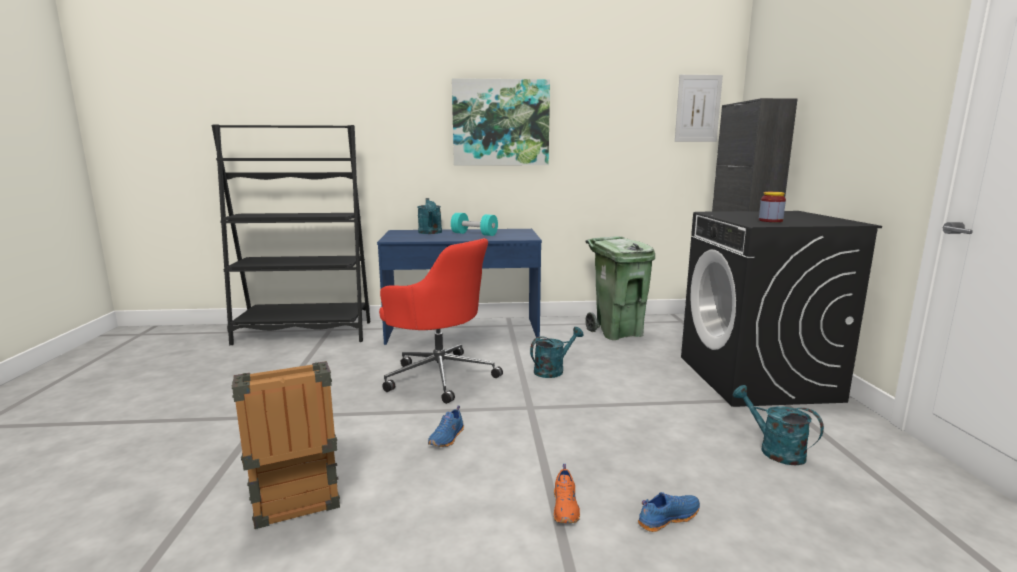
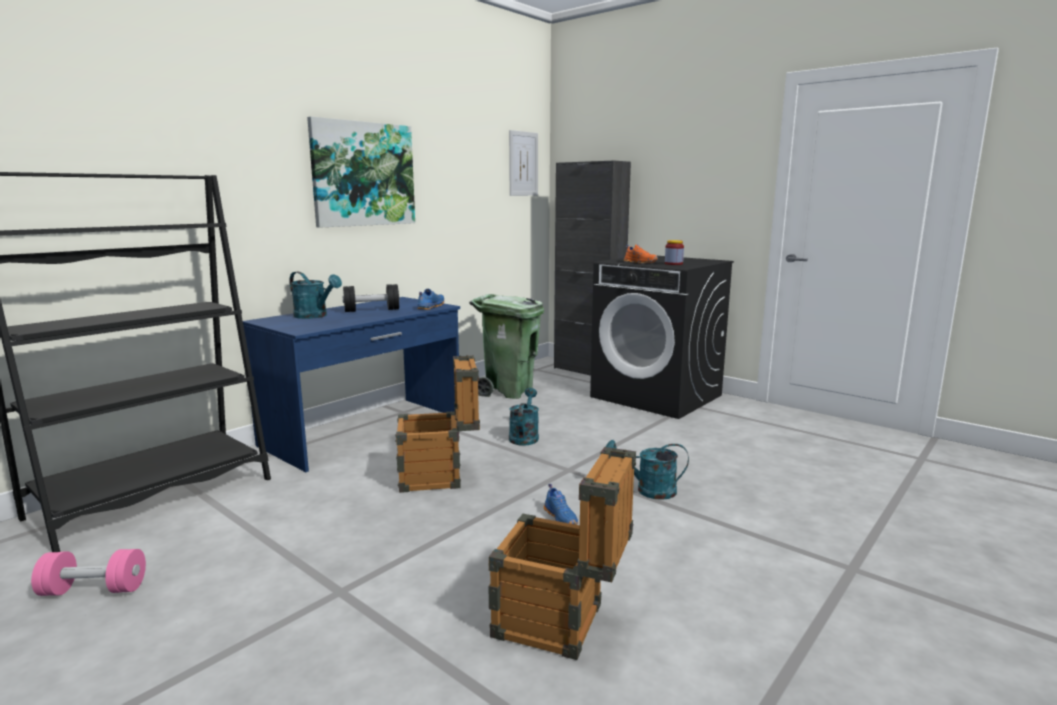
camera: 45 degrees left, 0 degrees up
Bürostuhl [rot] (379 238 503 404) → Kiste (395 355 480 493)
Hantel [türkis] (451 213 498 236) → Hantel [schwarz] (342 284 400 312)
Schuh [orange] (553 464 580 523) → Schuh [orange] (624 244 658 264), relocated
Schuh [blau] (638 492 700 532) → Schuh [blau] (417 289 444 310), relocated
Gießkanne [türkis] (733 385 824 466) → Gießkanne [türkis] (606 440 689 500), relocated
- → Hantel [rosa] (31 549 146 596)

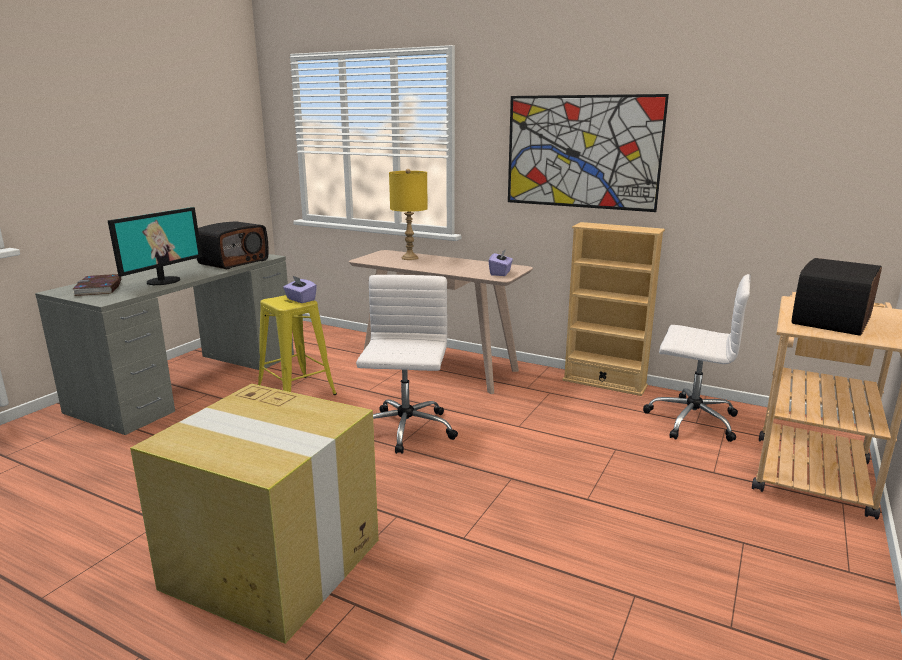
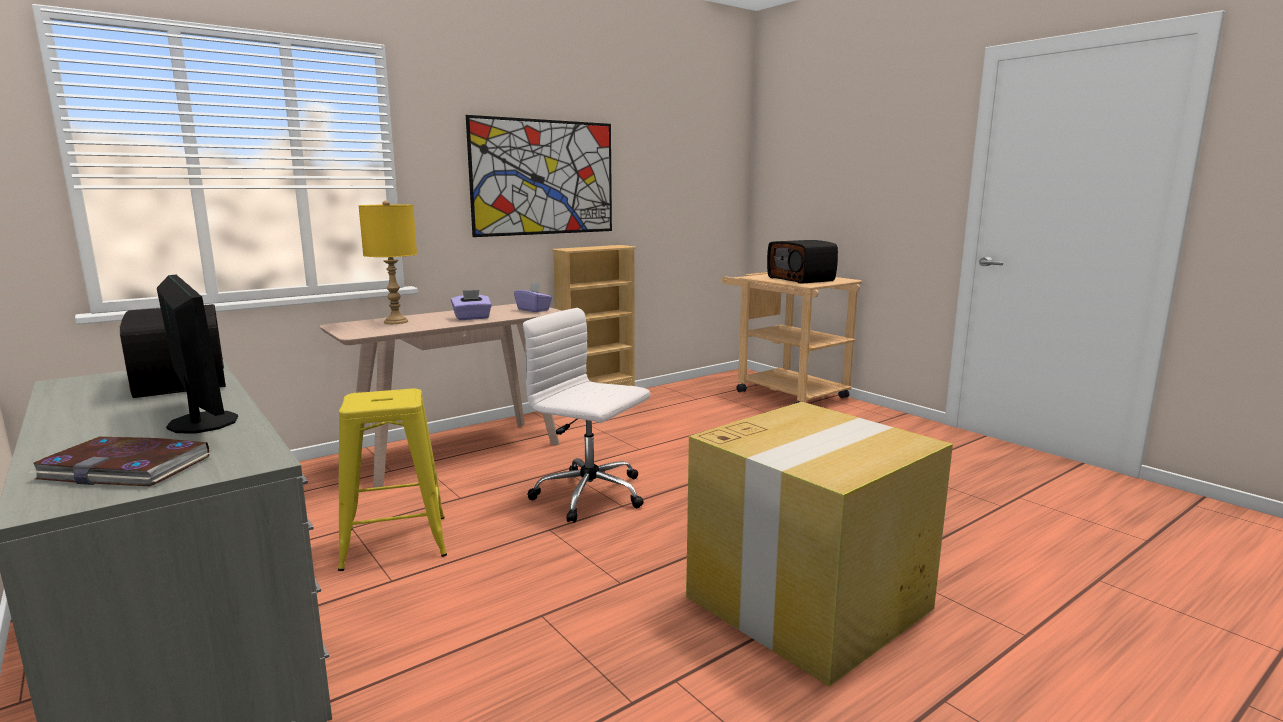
camera: 65 degrees left, 5 degrees down
Taschentuchbox [lila] (283 275 317 303) → Taschentuchbox [lila] (451 290 492 320), relocated
Bürostuhl [weiß] (643 274 751 442) → -

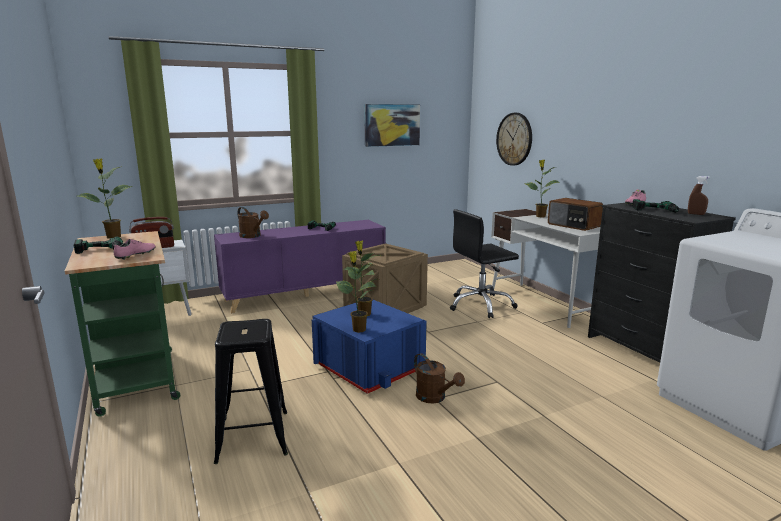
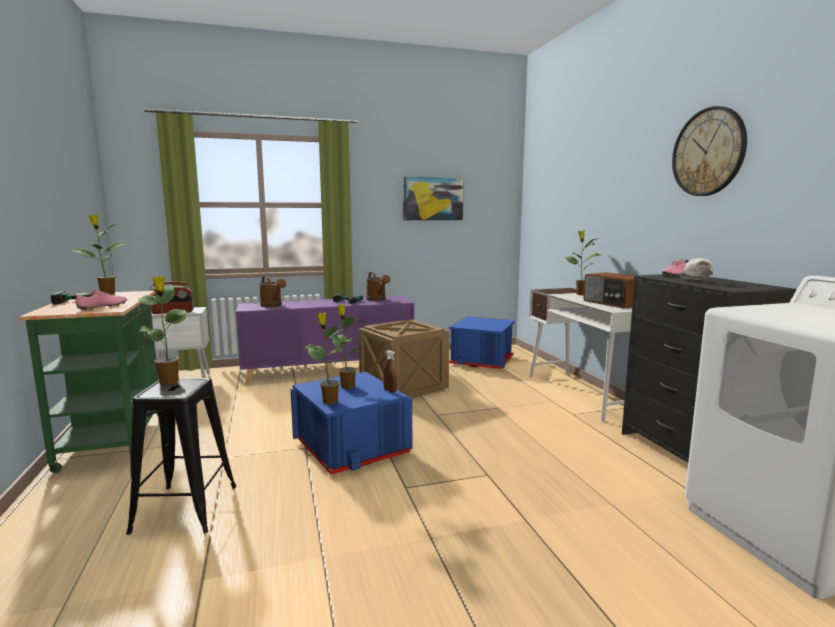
camera: 10 degrees right, 5 degrees down
Gießkanne [braun] (414 353 465 403) → Gießkanne [braun] (366 272 390 301), relocated
Bürostuhl [schwarz] (450 209 519 318) → -
Wanduhr (496 113 532 166) → Wanduhr (672 106 747 196), relocated
Bohrmaschine (632 199 679 213) → Kappe [weiß] (680 258 713 280)
Sprühflasche [braun] (688 176 710 215) → Sprühflasche [braun] (383 350 397 393), relocated
- → Topfpflanze (137 276 187 385)
- → Aufbewahrungsbox [blau] (449 317 515 369)

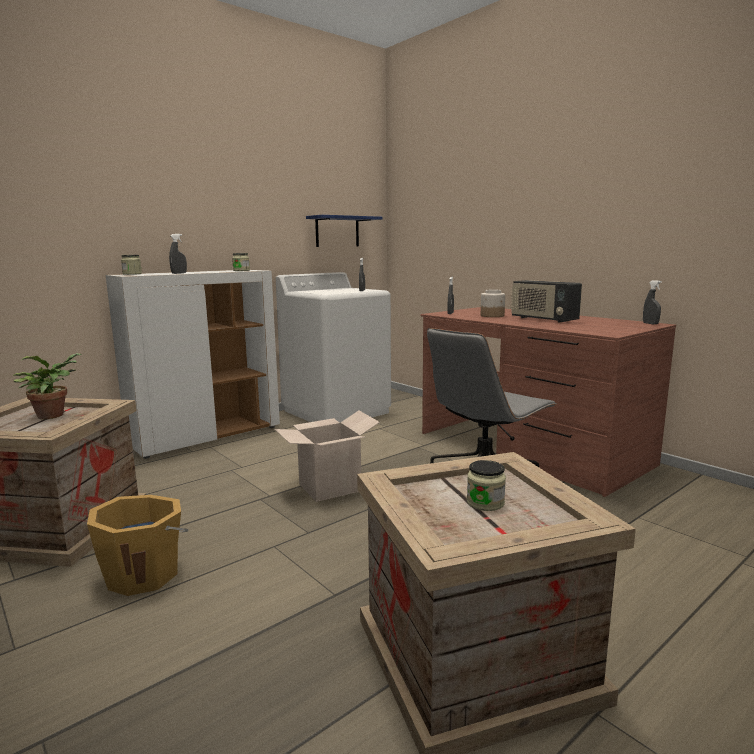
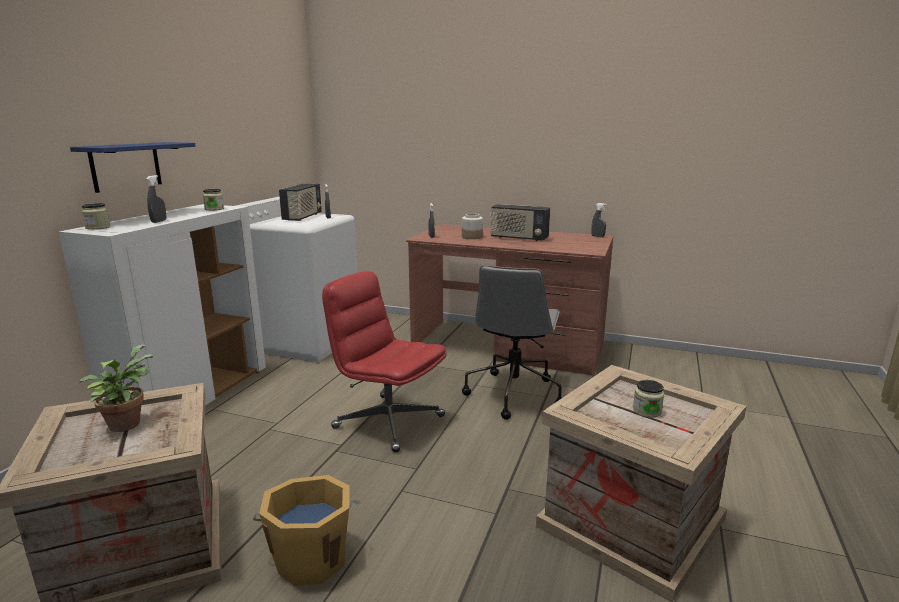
camera: 30 degrees left, 5 degrees up
Karton (274 411 380 502) → Bürostuhl [rot] (322 271 447 453)
Wandregal [blau] (306 215 383 247) → Wandregal [blau] (70 142 196 193), relocated
- → Radio (279 184 322 221)

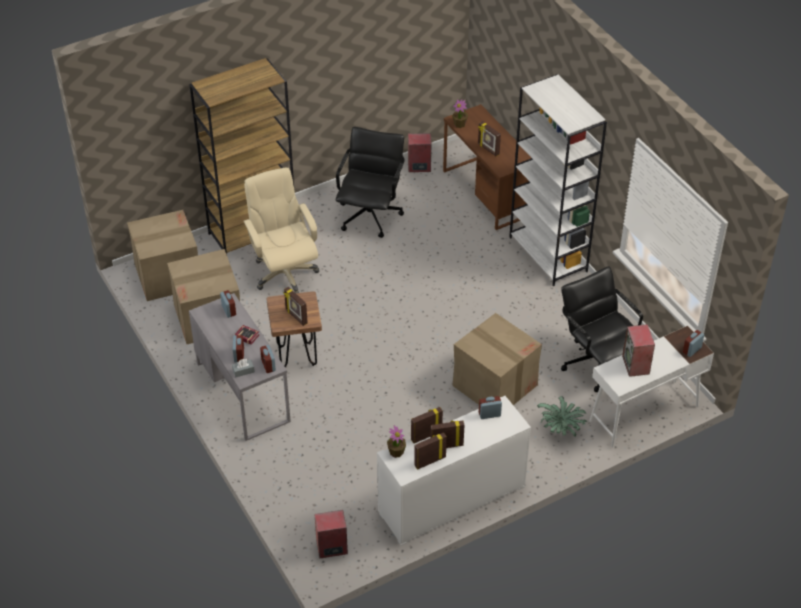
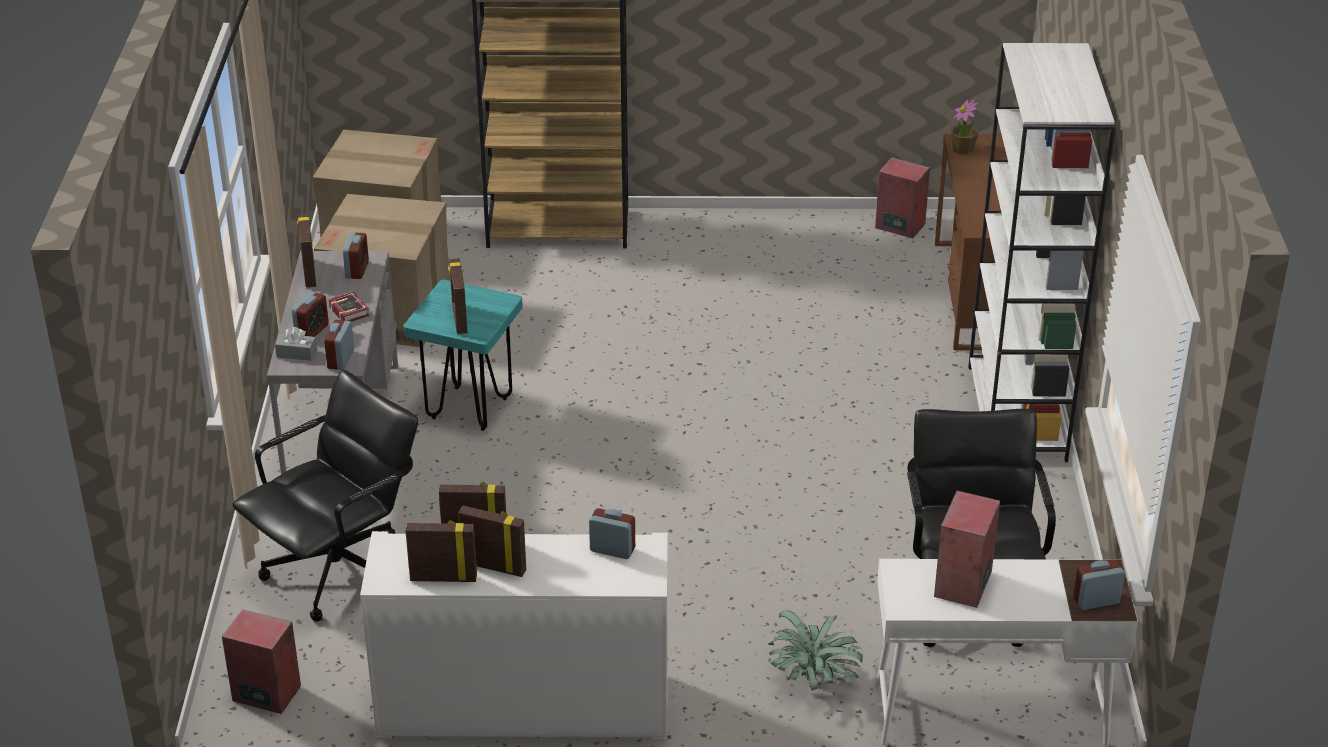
camera: 30 degrees right, 10 degrees down
Bürostuhl [beige] (244 168 319 293) → -
Hocker [braun] (266 291 322 367) → Hocker [türkis] (403 280 523 431)
Bürostuhl [schwarz] (336 127 405 238) → Bürostuhl [schwarz] (232 370 418 622), relocated
Topfpflanze (387 425 406 458) → -
Karton (453 313 542 405) → -
Bilderrahmen (478 121 501 156) → Bilderrahmen (297 213 316 288), relocated

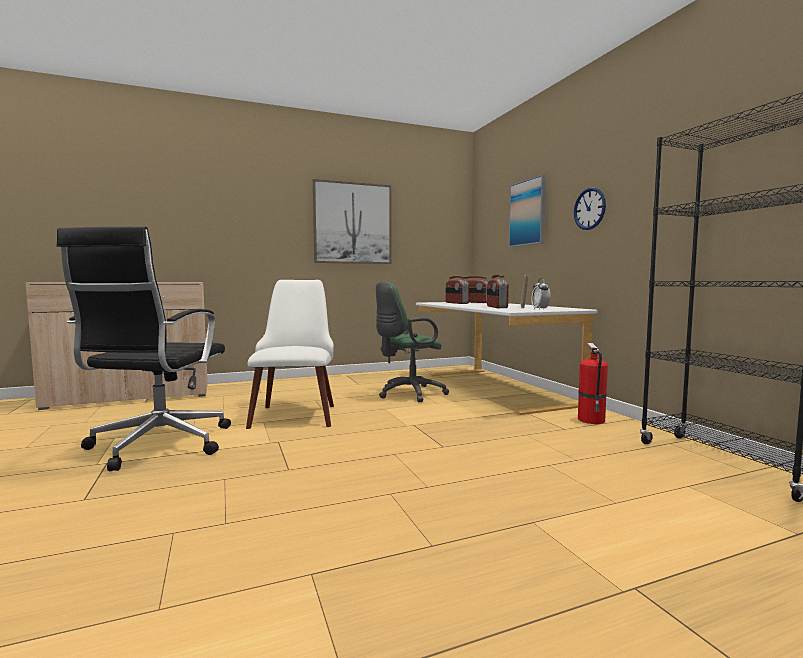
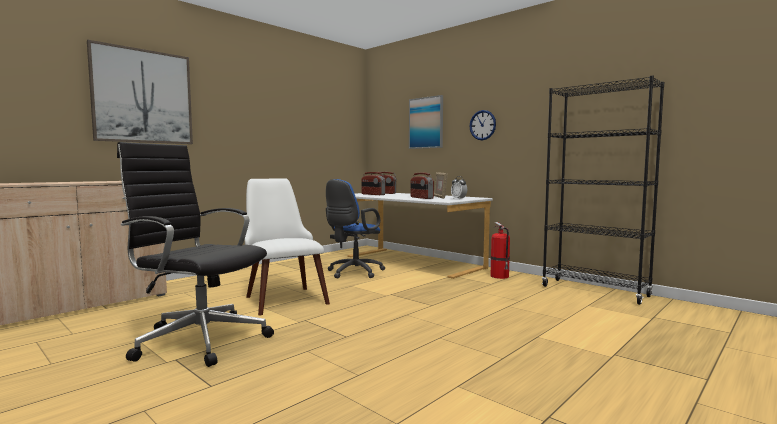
camera: 25 degrees left, 0 degrees up
Bürostuhl [schwarz] (57 227 231 471) → Bürostuhl [schwarz] (117 142 274 367), 135 degrees clockwise
Bild (313 179 392 264) → Bild (87 40 193 144), relocated
Bürostuhl [grün] (376 282 449 402) → Bürostuhl [blau] (326 179 385 278)

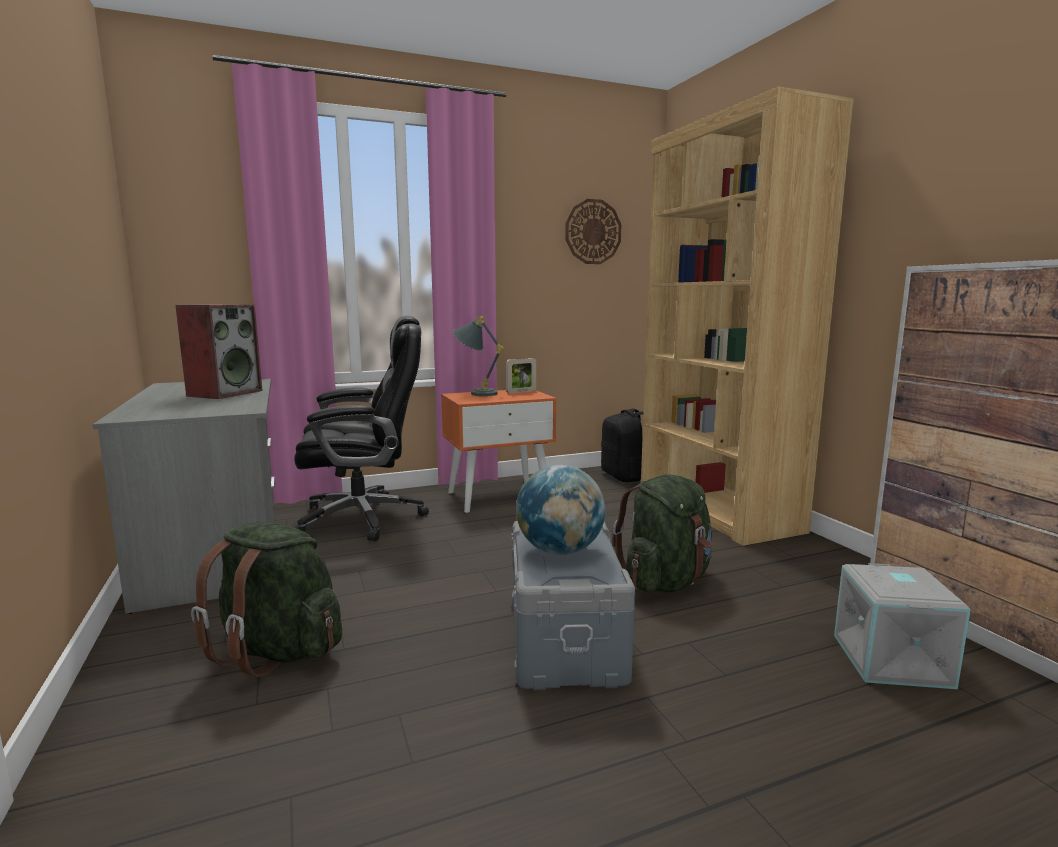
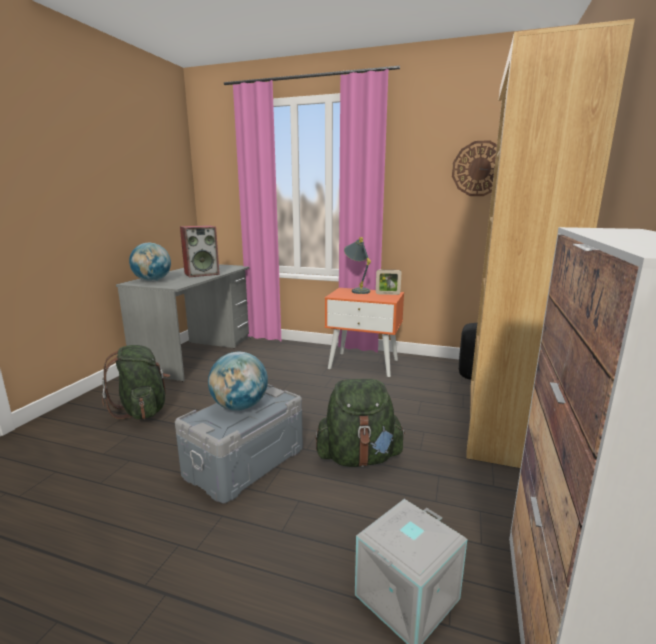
camera: 40 degrees right, 5 degrees up
Bürostuhl [schwarz] (294 316 429 542) → -
- → Globus (129 243 171 281)

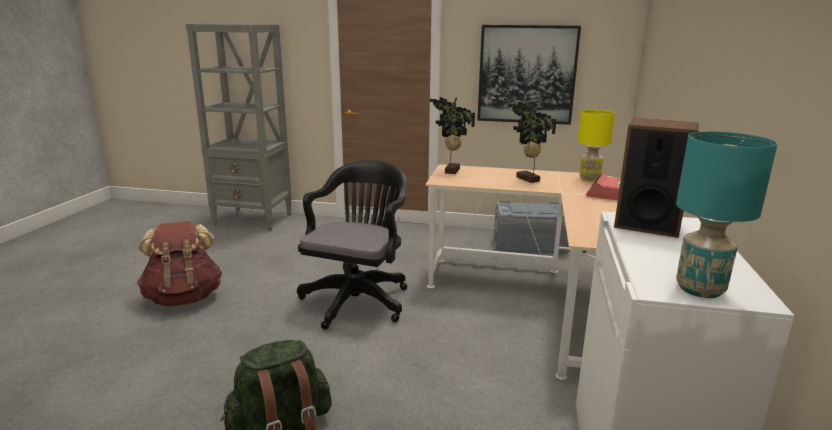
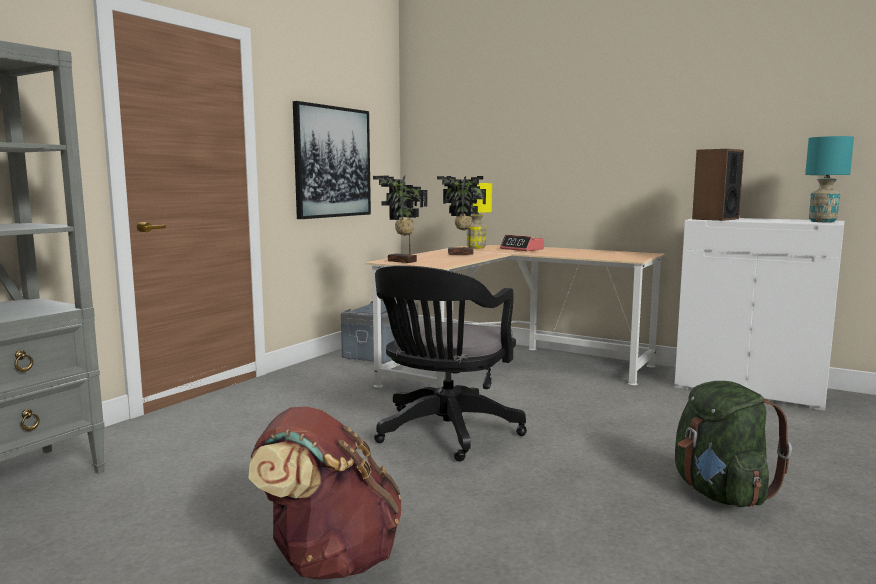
camera: 70 degrees left, 10 degrees down
Bürostuhl [schwarz] (297 160 407 330) → Bürostuhl [schwarz] (374 265 527 462), 105 degrees counterclockwise

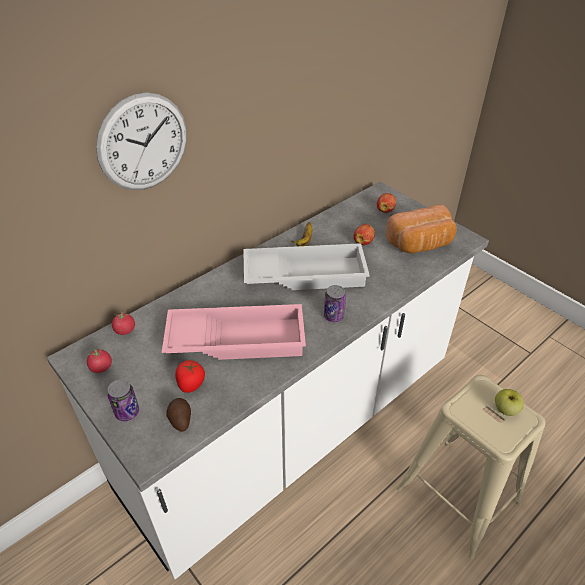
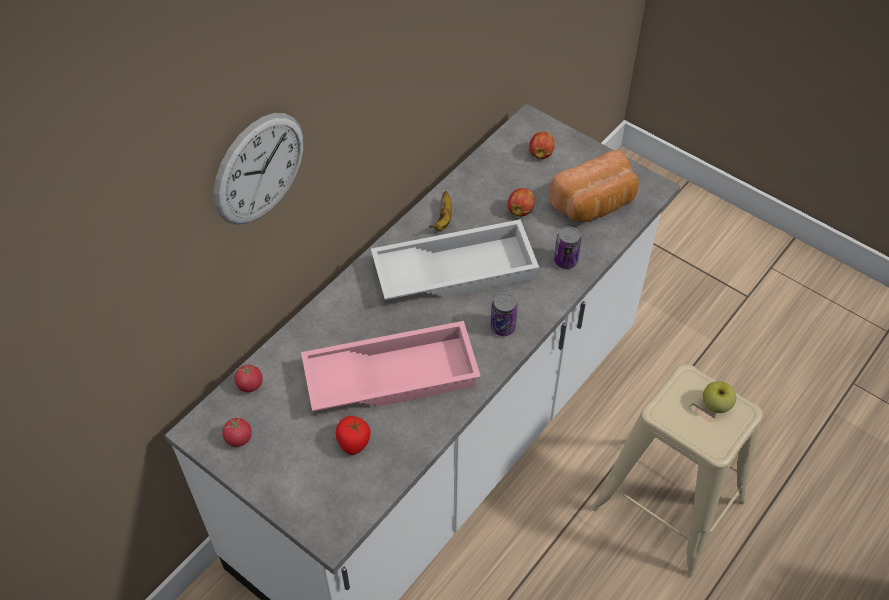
camera: 10 degrees left, 10 degrees up
Dose (107 379 139 421) → Dose (554 226 581 269), relocated
Kartoffel (166 398 191 432) → -

